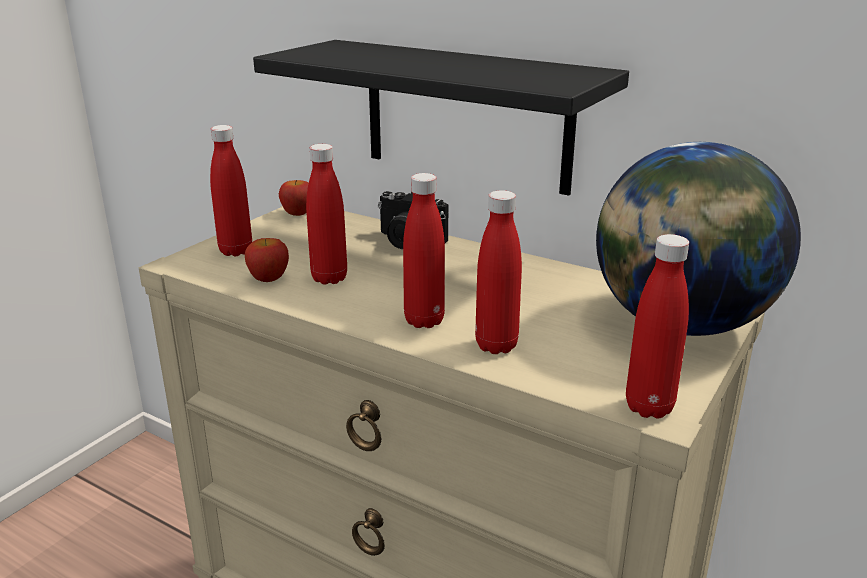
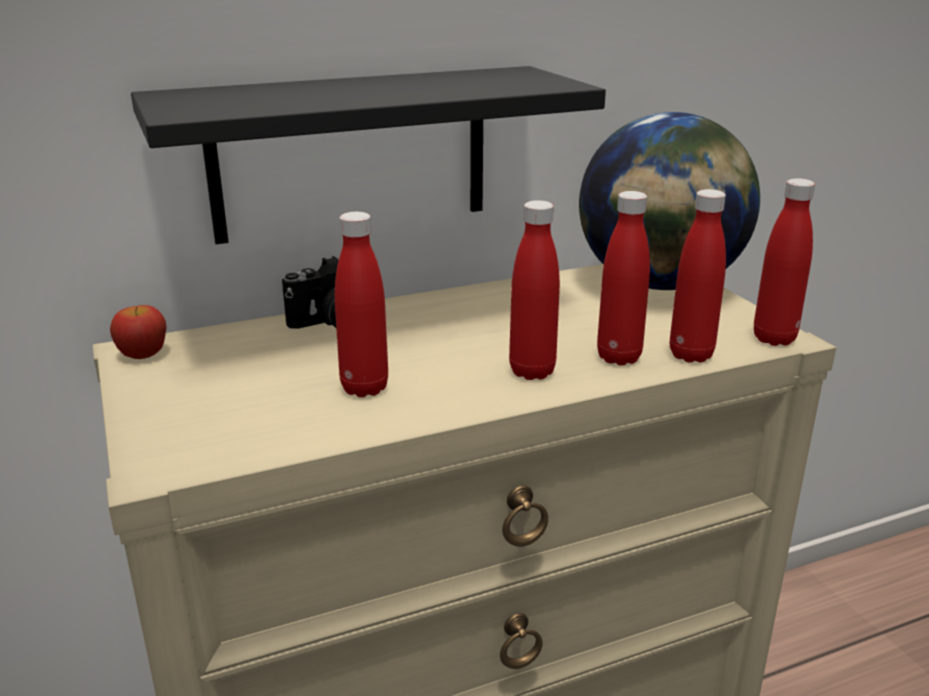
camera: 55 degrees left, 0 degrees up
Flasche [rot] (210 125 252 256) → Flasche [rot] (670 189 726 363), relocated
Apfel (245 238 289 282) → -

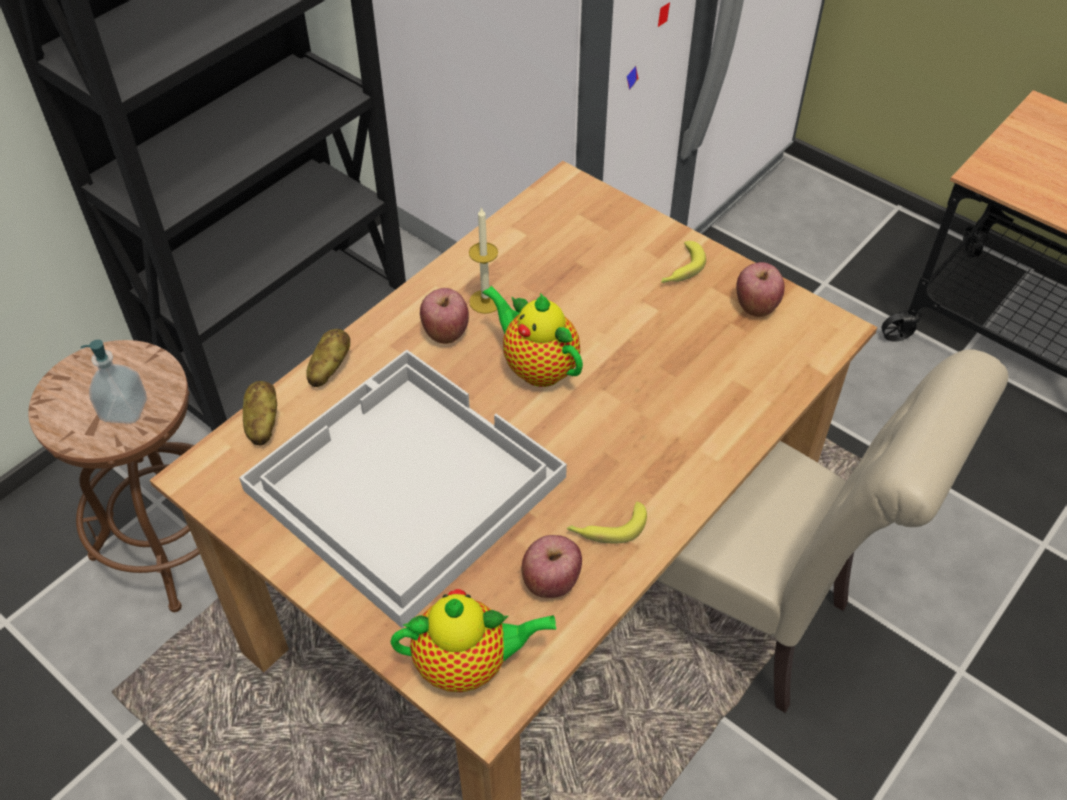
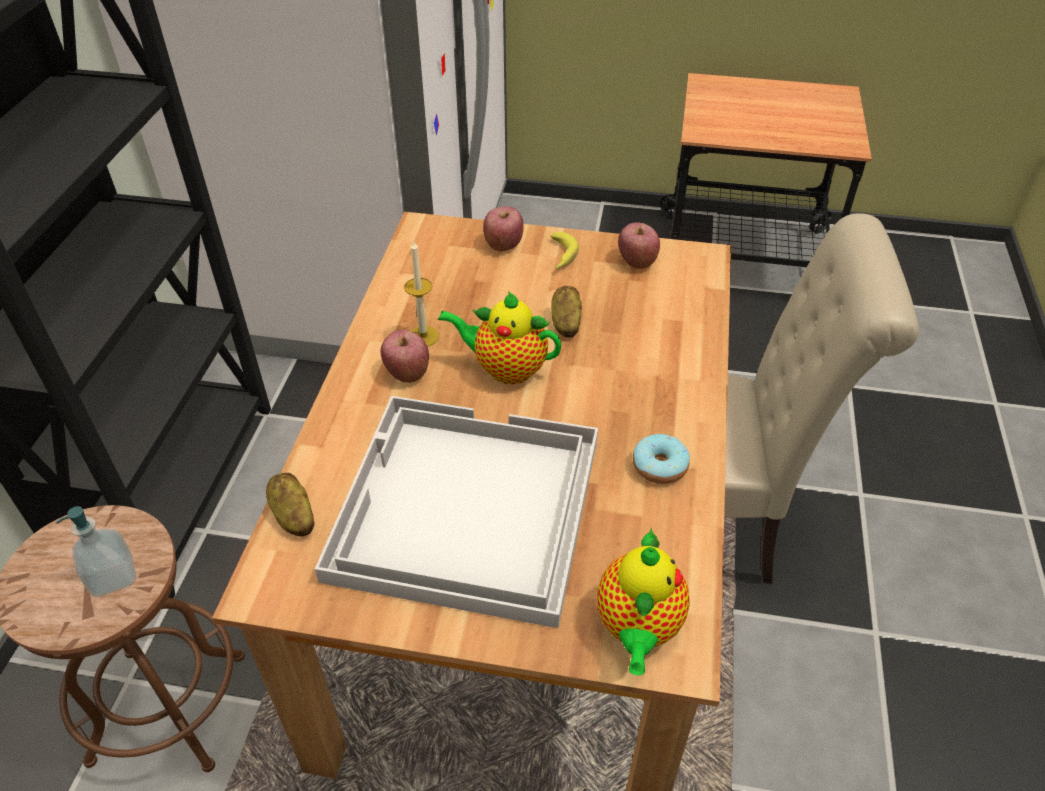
camera: 30 degrees left, 5 degrees down
Kartoffel (306 329 350 387) → Kartoffel (551 286 582 338), relocated
Teekanne (391 589 556 692) → Teekanne (597 528 690 676), 135 degrees clockwise
Apfel (521 535 582 598) → Apfel (483 206 524 251), relocated
Banane (566 502 647 543) → Donut (633 434 690 484)

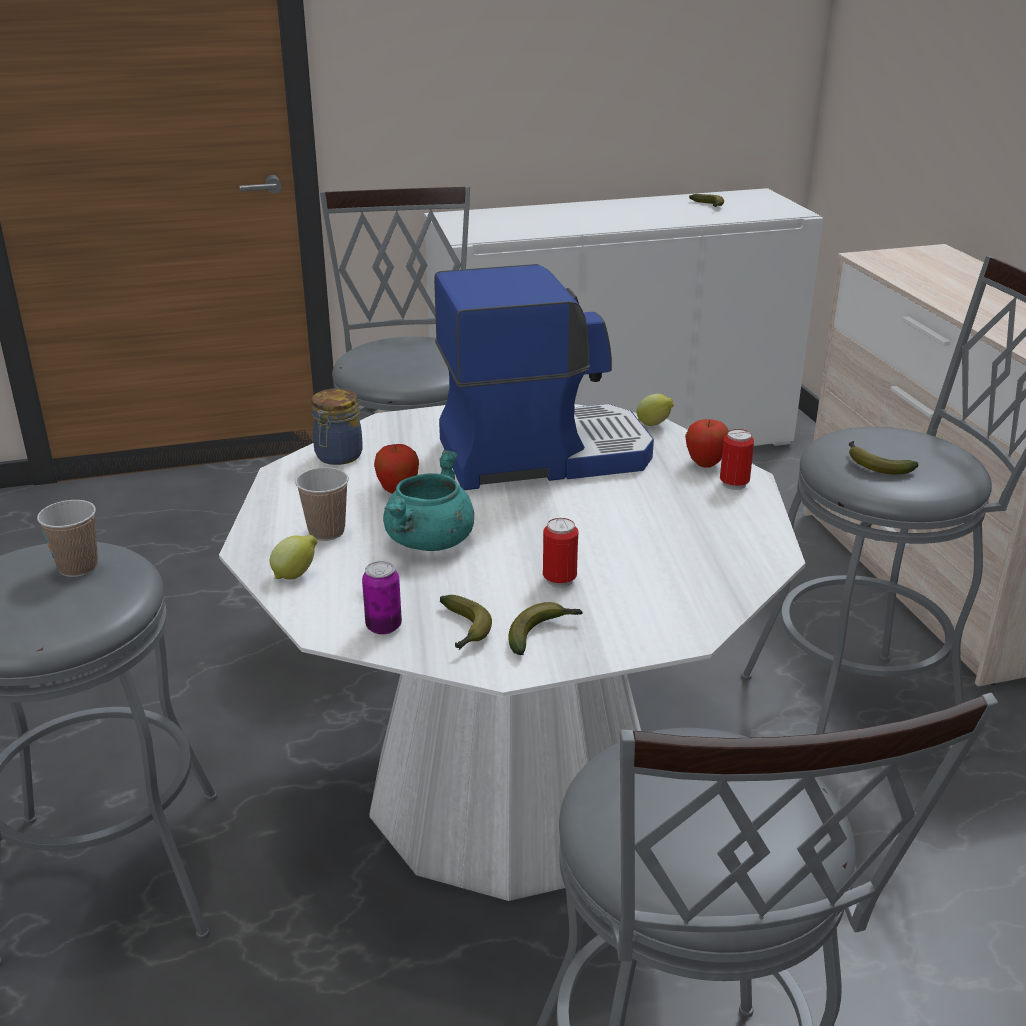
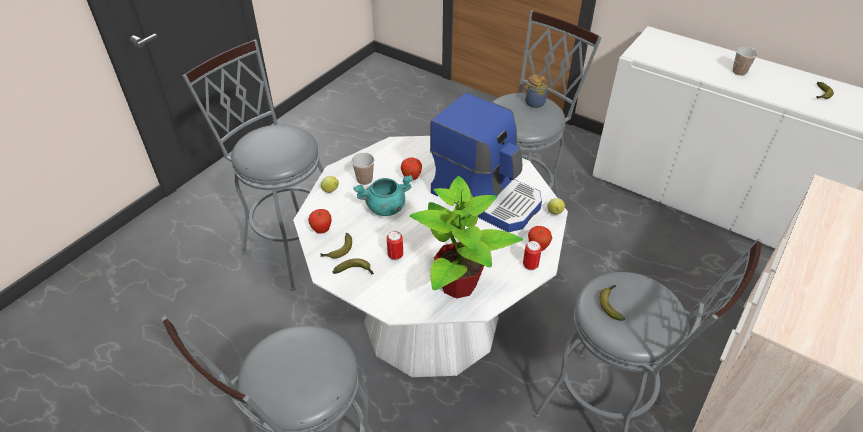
camera: 50 degrees right, 15 degrees up
Tasse (37 500 98 577) → Tasse (733 47 758 76), relocated
Vorratsglas (312 388 363 465) → Vorratsglas (524 74 548 108), relocated
Dose (362 561 402 635) → Apfel (308 209 332 234)
- → Topfpflanze (409 176 523 299)

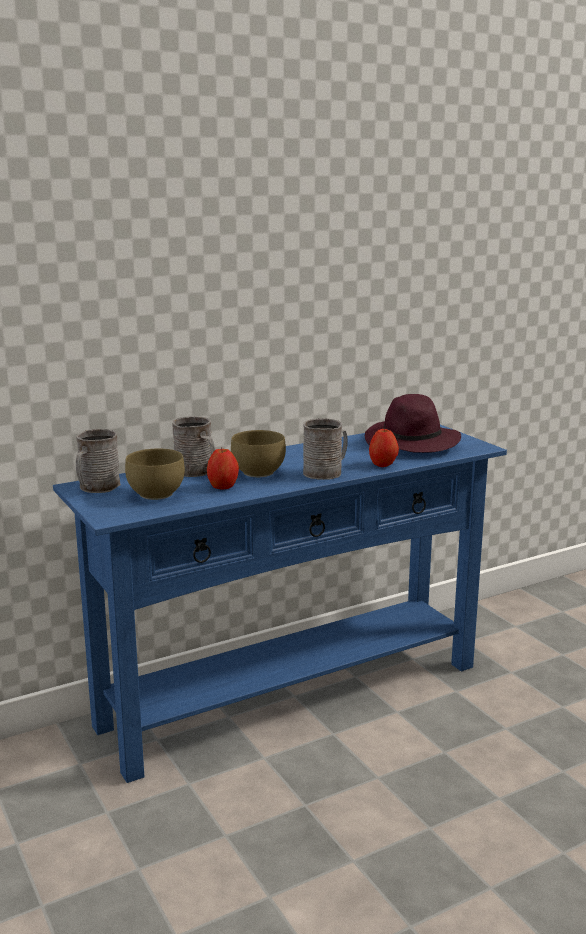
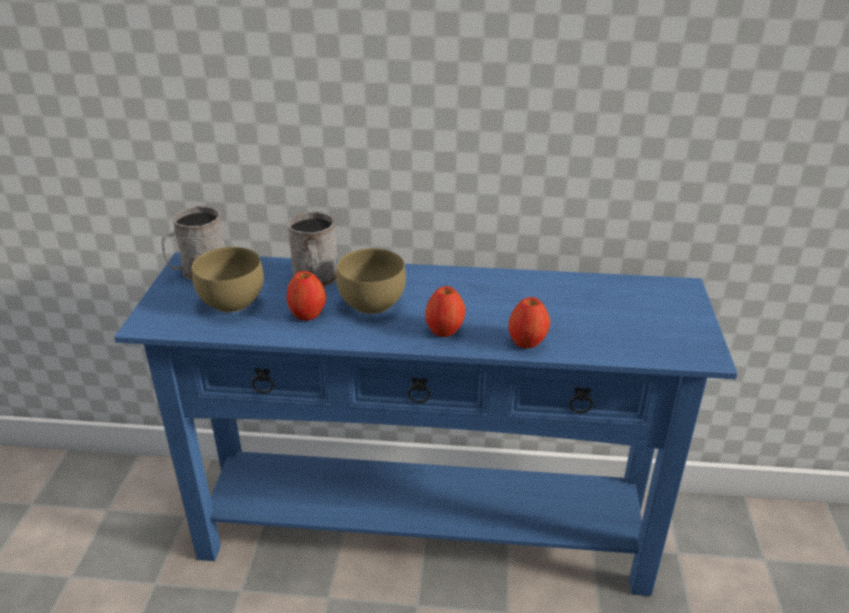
camera: 35 degrees right, 15 degrees up
Henkelbecher [grau] (303 418 348 480) → Apfel (425 286 466 337)
Hut [lila] (365 394 461 453) → -

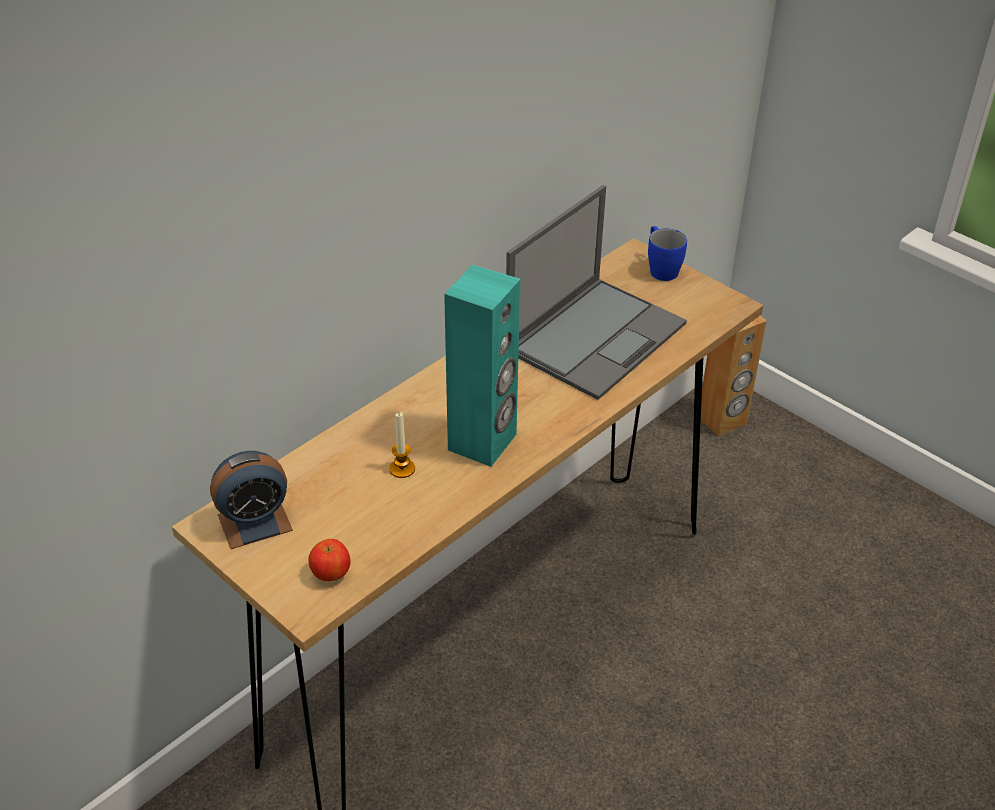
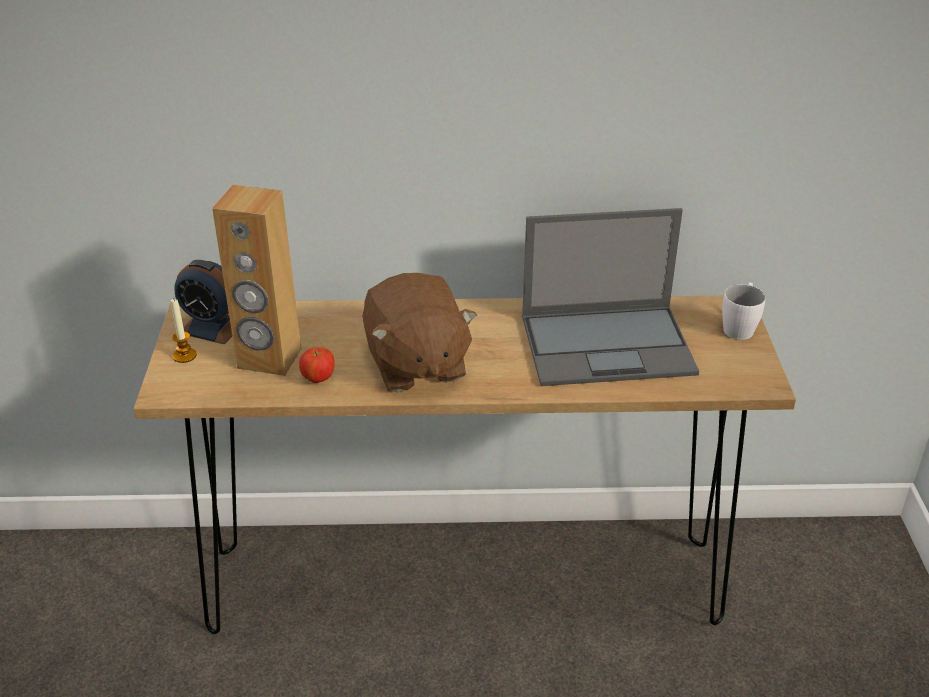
camera: 45 degrees right, 5 degrees down
Apfel (308 539 350 581) → Apfel (299 347 335 383), relocated
Kerze (389 413 415 478) → Kerze (171 299 197 363), relocated
Lautsprecher [türkis] (444 265 521 467) → Plüschtier [braun] (362 273 477 392)
Henkelbecher [blau] (648 226 687 281) → Henkelbecher [weiß] (722 282 765 340)
Lautsprecher [braun] (701 316 767 437) → Lautsprecher [braun] (212 185 301 376), relocated

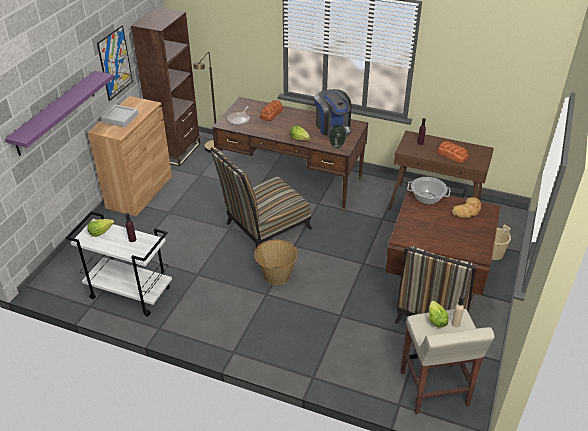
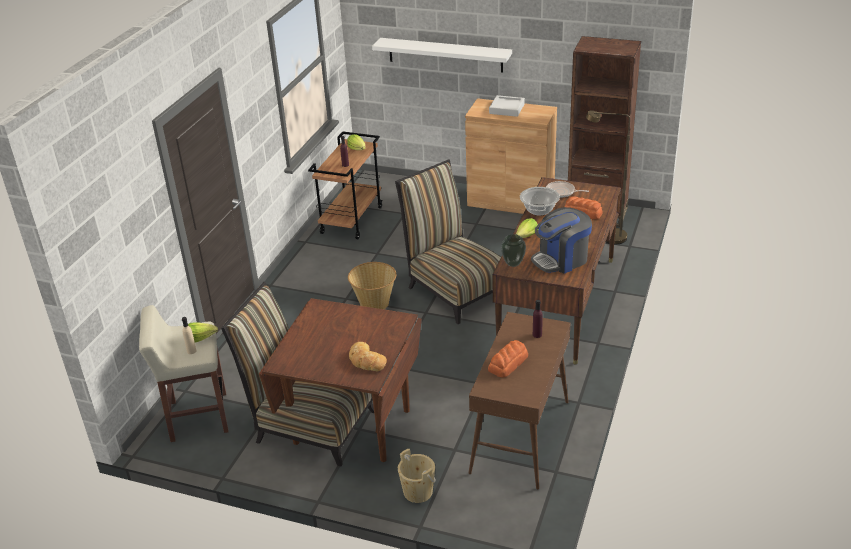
camera: 90 degrees right, 5 degrees down
Wandregal [lila] (5 71 114 156) → Wandregal [weiß] (372 38 512 73)
Rollwagen [weiß] (65 211 172 316) → Rollwagen [braun] (308 131 382 239)
Bild (97 25 133 101) → -
Kochtopf (407 177 451 205) → Kochtopf (520 187 560 216), relocated

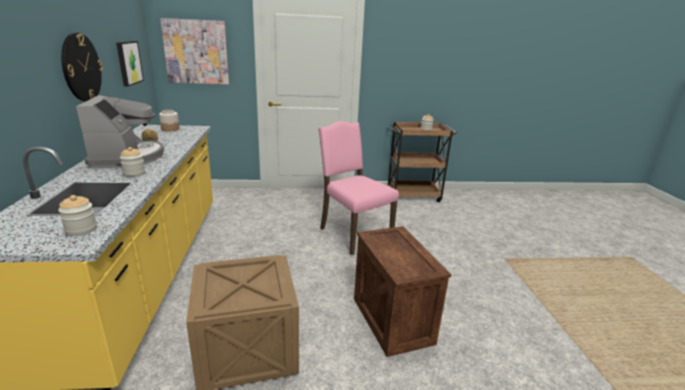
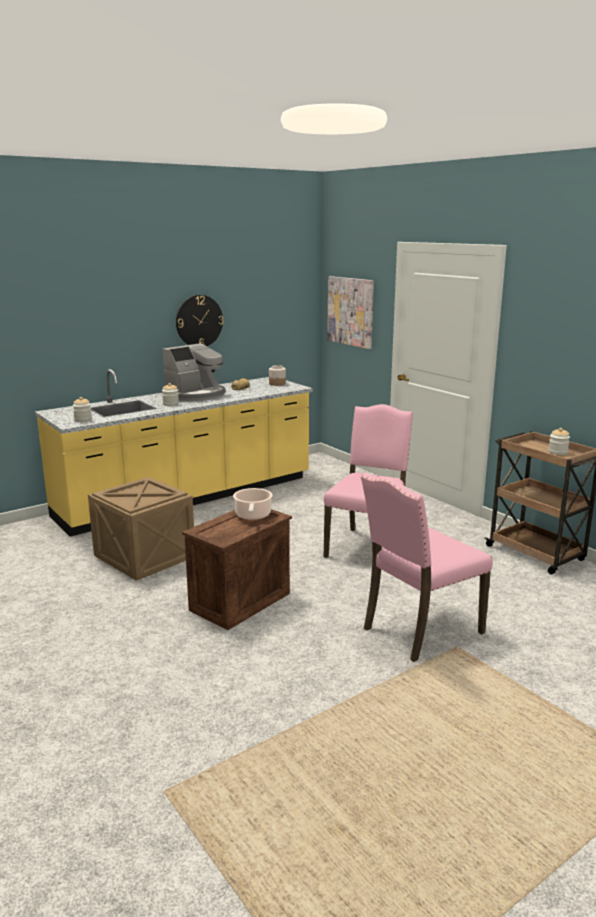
camera: 60 degrees right, 5 degrees down
Bild (116 41 144 87) → -
- → Kochtopf (233 488 273 520)
- → Stuhl [rosa] (361 473 493 662)

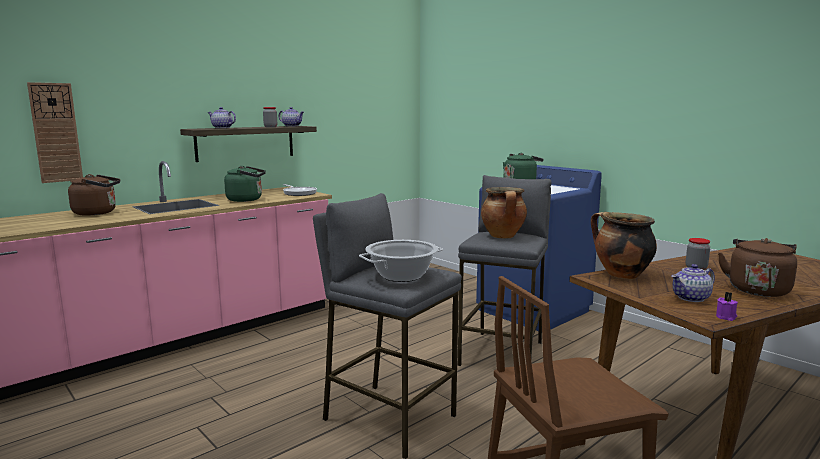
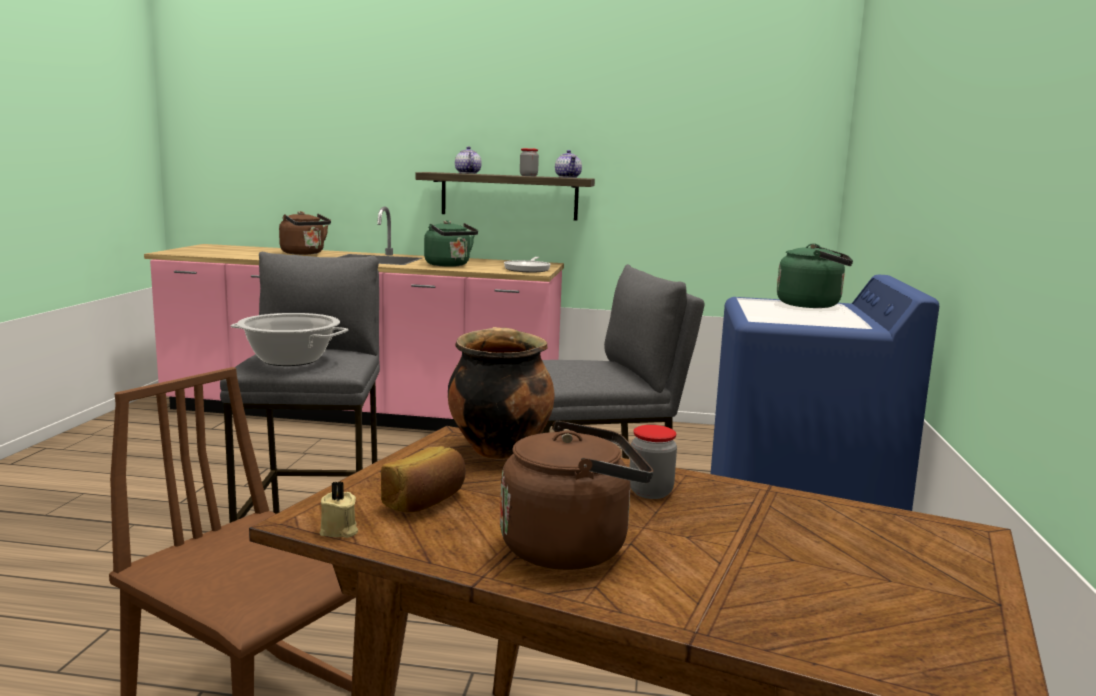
camera: 50 degrees right, 0 degrees up
Wanduhr (27 82 83 183) → -
Kochtopf (481 187 527 238) → -
Teekanne (671 264 715 302) → Brot (381 446 466 512)
Kerze [lila] (716 292 738 321) → Kerze [beige] (319 481 358 538)

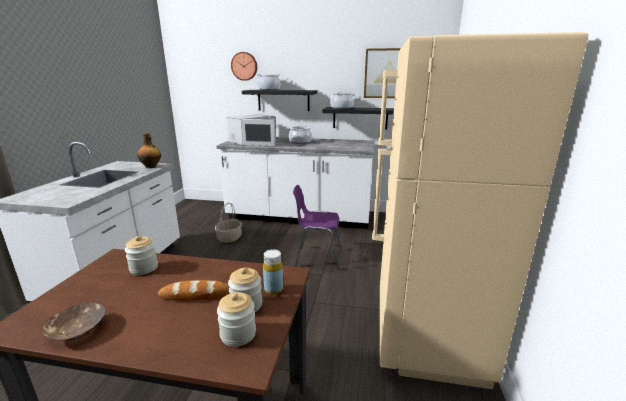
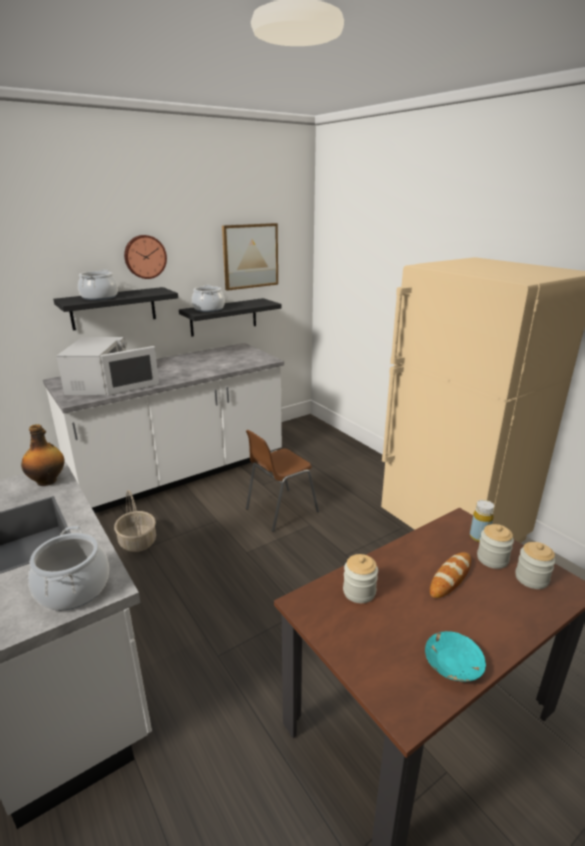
camera: 45 degrees left, 5 degrees up
Schüssel [braun] (42 303 105 341) → Schüssel [türkis] (425 631 486 682)
Wanduhr (231 52 257 81) → Wanduhr (124 235 167 279), relocated
Kochtopf (289 125 312 144) → Kochtopf (28 526 109 611), relocated
Stuhl [lila] (293 185 342 270) → Stuhl [braun] (246 430 319 532)

